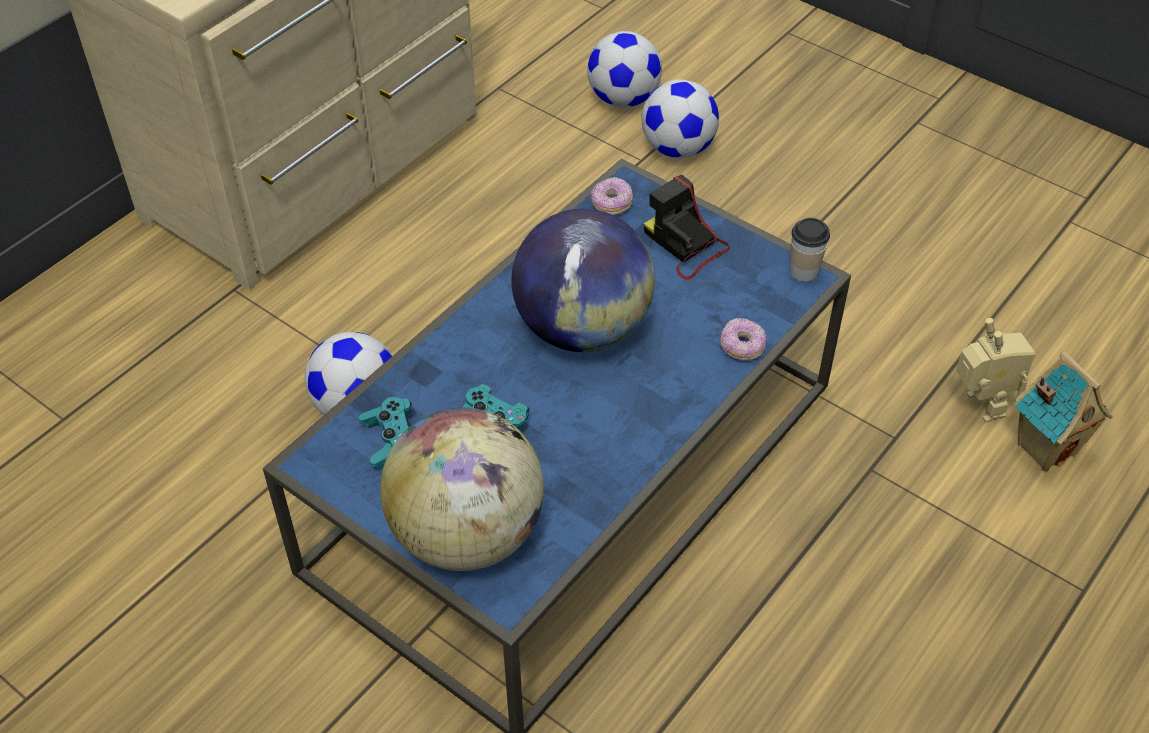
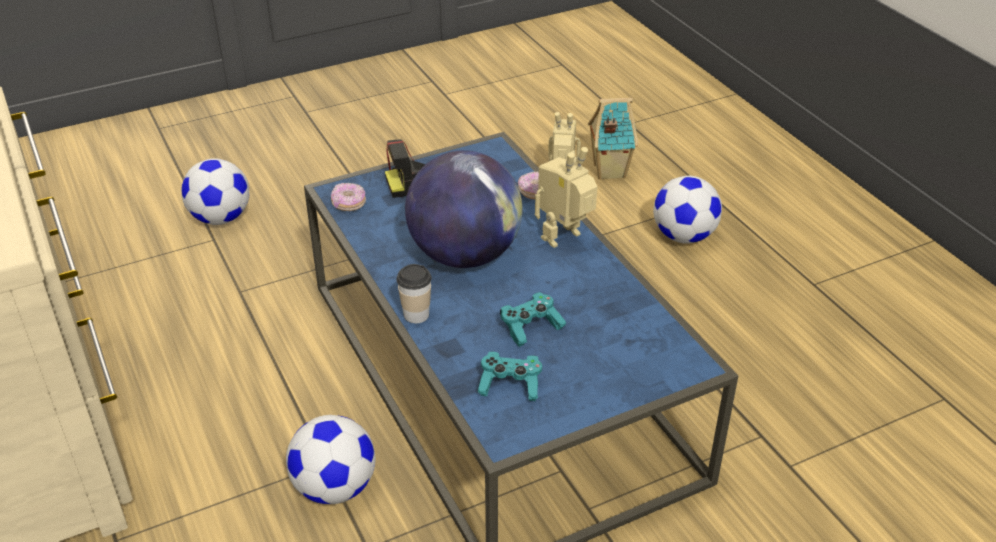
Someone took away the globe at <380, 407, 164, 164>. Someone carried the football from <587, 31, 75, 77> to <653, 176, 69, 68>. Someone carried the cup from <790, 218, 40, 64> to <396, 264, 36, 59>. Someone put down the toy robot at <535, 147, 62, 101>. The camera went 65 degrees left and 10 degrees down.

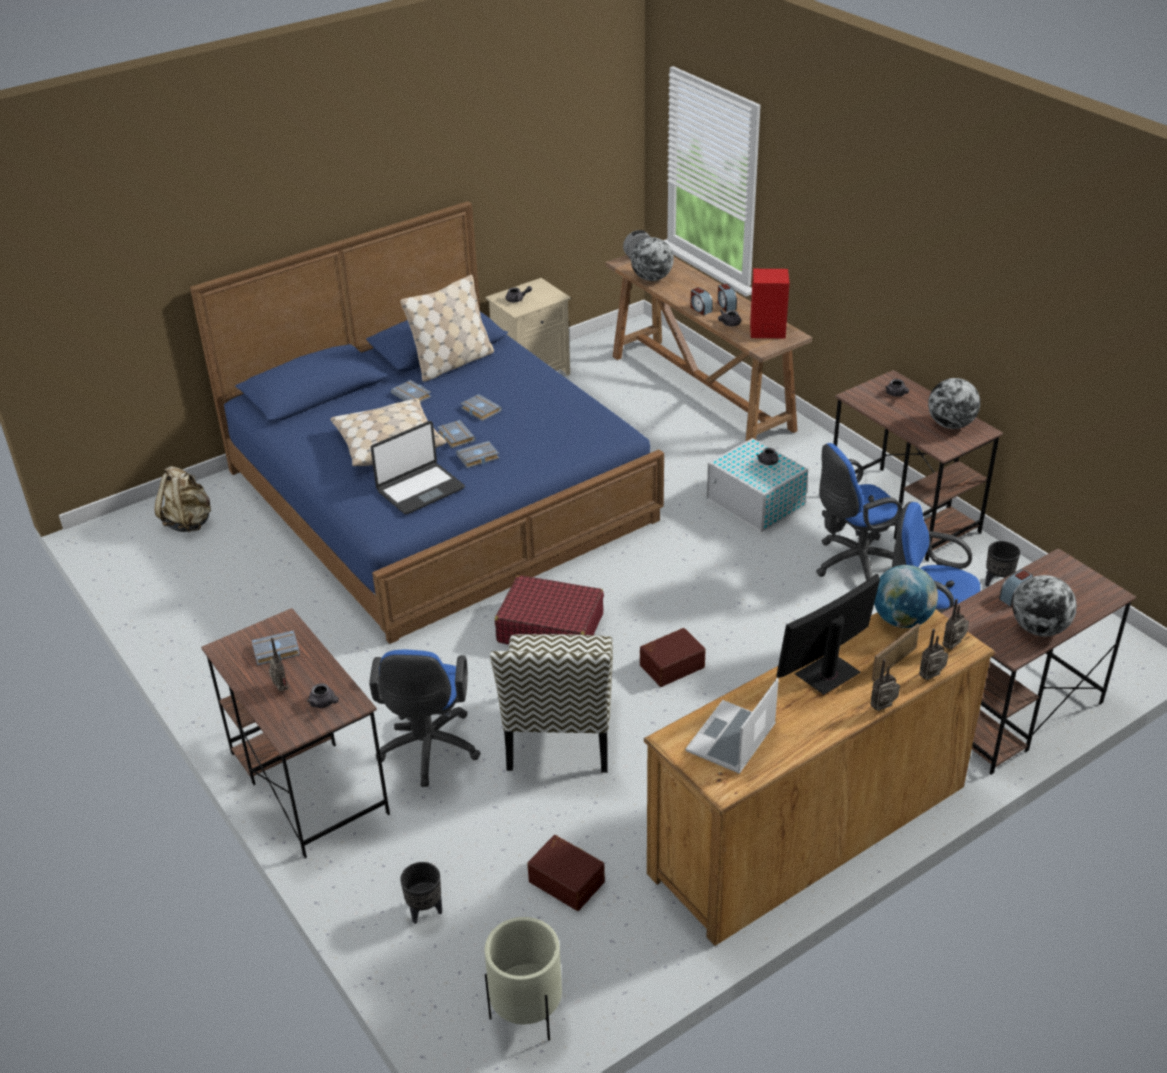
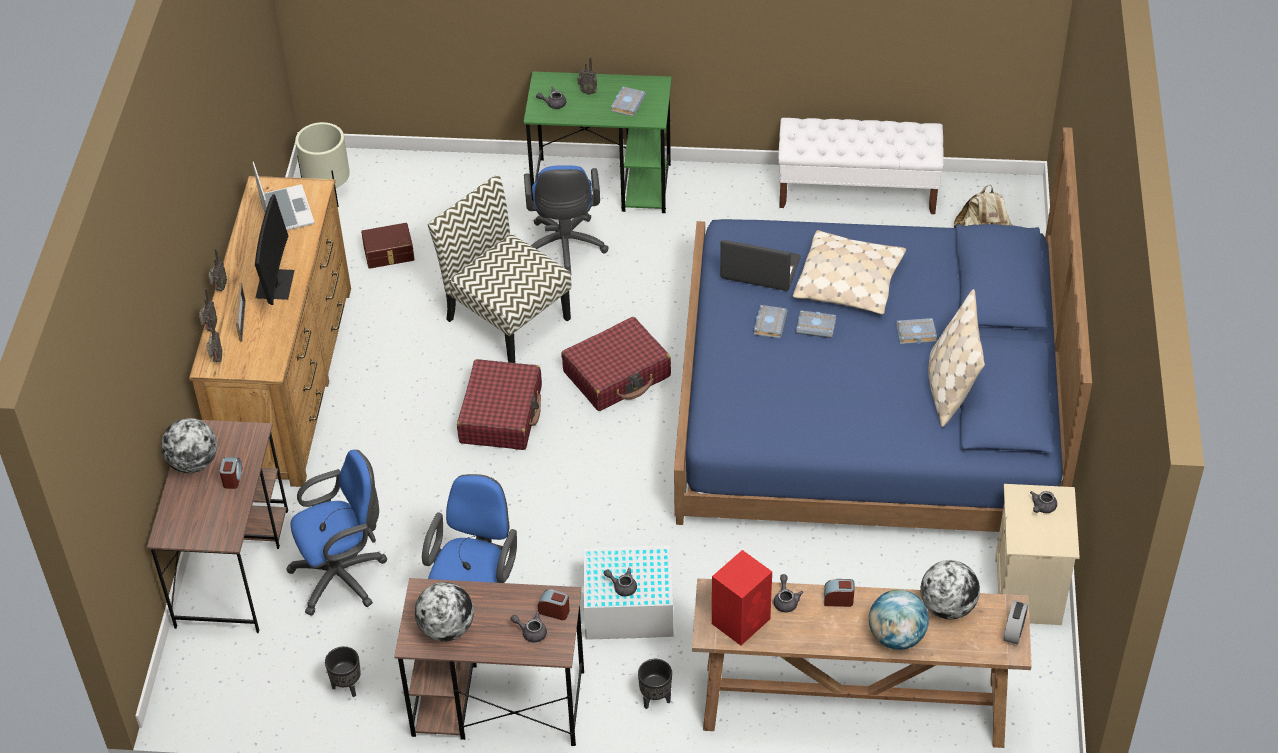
Someone repainted the brown desk at <201, 608, 189, 250>, which became the green desk at <523, 71, 149, 142>. Someone rotated the blue office chair at <369, 650, 112, 137> by 135 degrees counterclockwise. Someone rotated the laptop at <371, 421, 94, 93> by 105 degrees clockwise. Someone carried the black planter from <400, 862, 42, 62> to <638, 659, 34, 50>. Someone took away the grey book at <460, 394, 42, 27>. Someone swapped the brown storage box at <640, 628, 66, 59> for the red suitcase at <457, 359, 85, 91>. Someone carried the alarm clock from <718, 284, 19, 28> to <538, 589, 32, 31>. Someone carried the globe from <874, 565, 64, 63> to <869, 590, 60, 60>. Someone put down the white bench at <778, 118, 166, 96>. The camera went 130 degrees right and 10 degrees up.

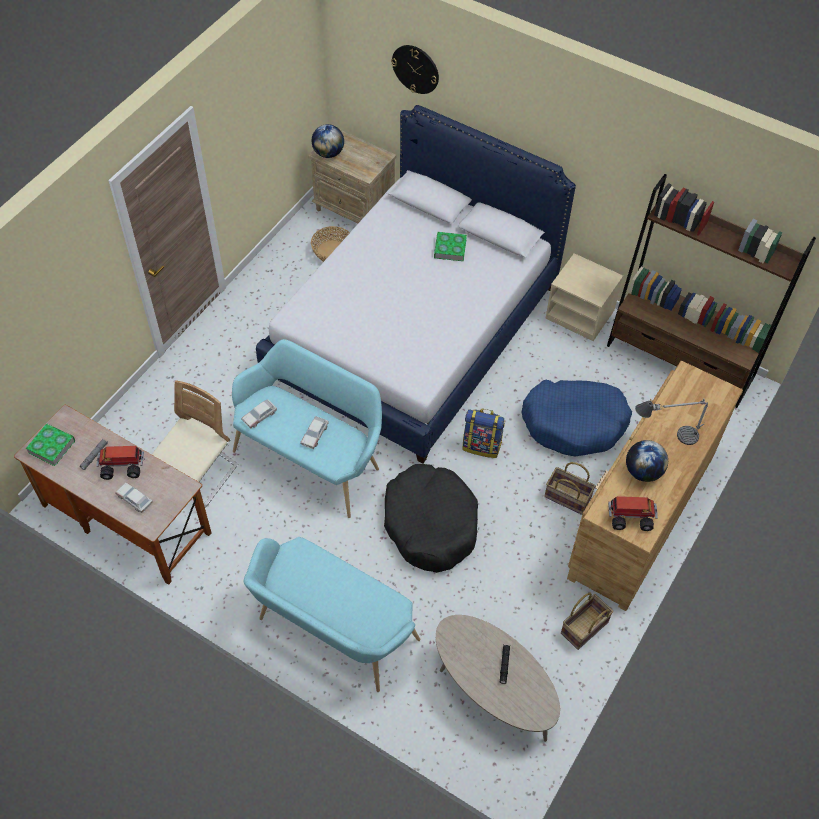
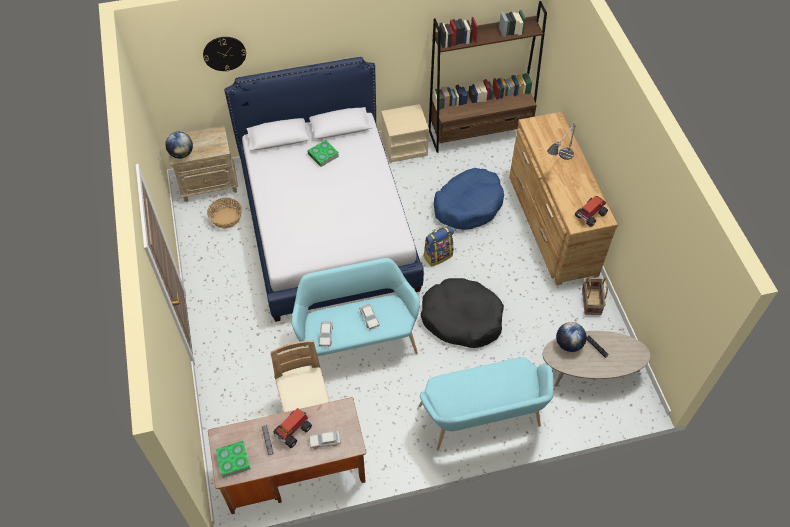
Someone took away the basket at <544, 462, 52, 53>. Someone carried the globe from <626, 440, 42, 42> to <556, 322, 31, 30>. The camera went 45 degrees left and 0 degrees up.

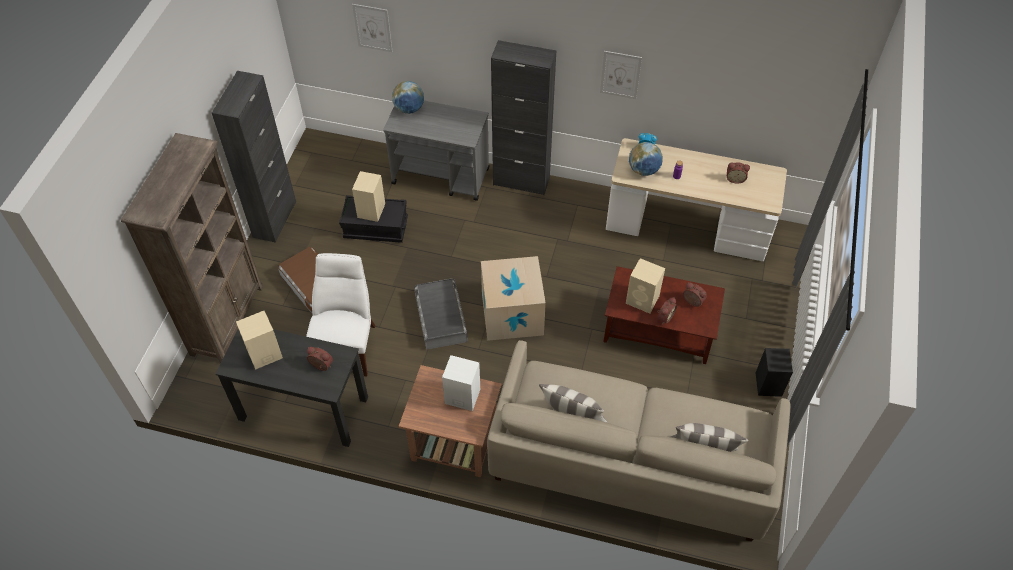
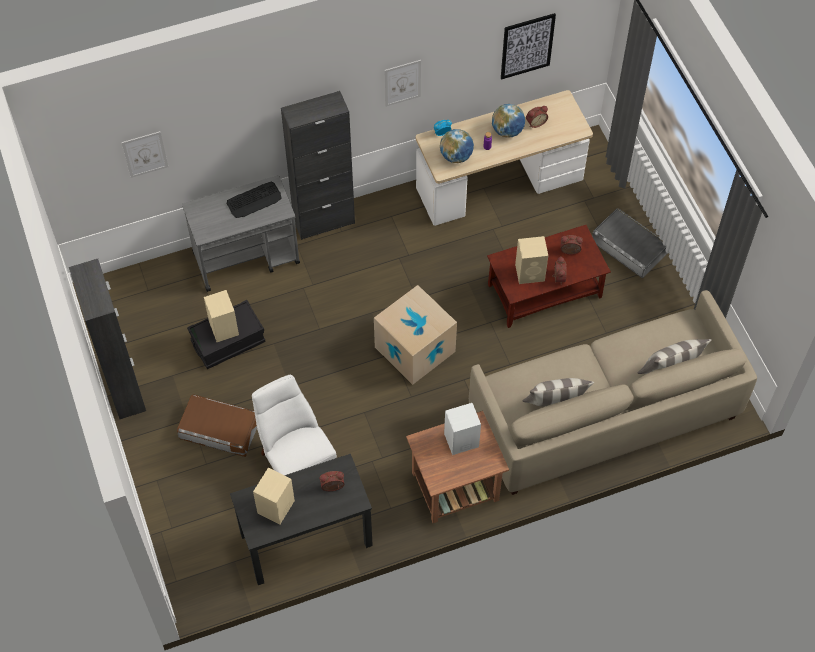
Someone took away the brown bookcase at <121, 133, 142, 230>. Someone carried the globe from <392, 81, 32, 33> to <492, 104, 33, 34>. Someone carried the grey storage box from <414, 278, 54, 71> to <592, 208, 75, 70>. Someone took away the black speaker at <756, 348, 37, 49>. Someone put down the keyboard at <227, 182, 55, 36>. Someone put up the picture at <501, 13, 55, 67>. The camera went 35 degrees left and 5 degrees up.

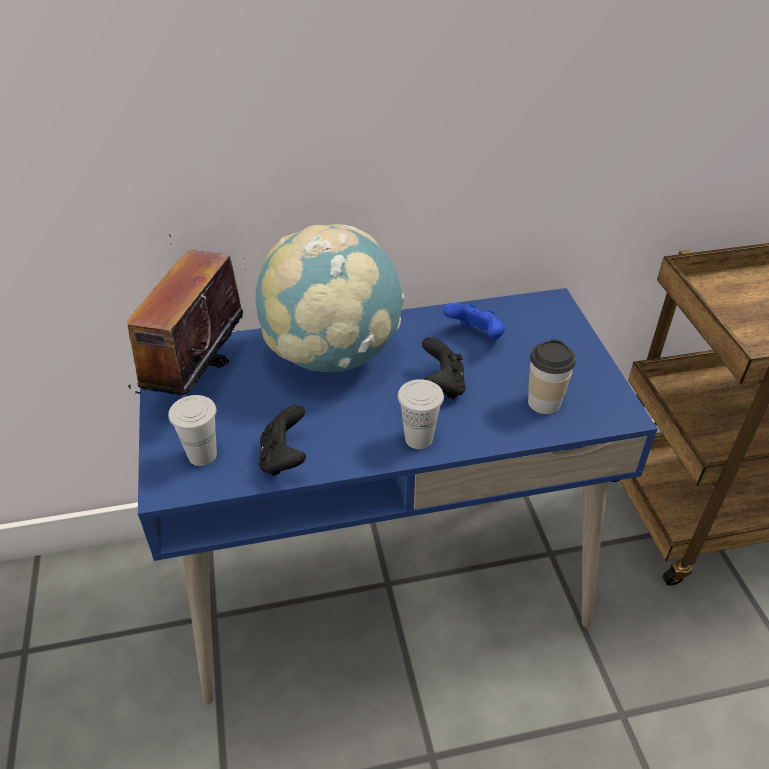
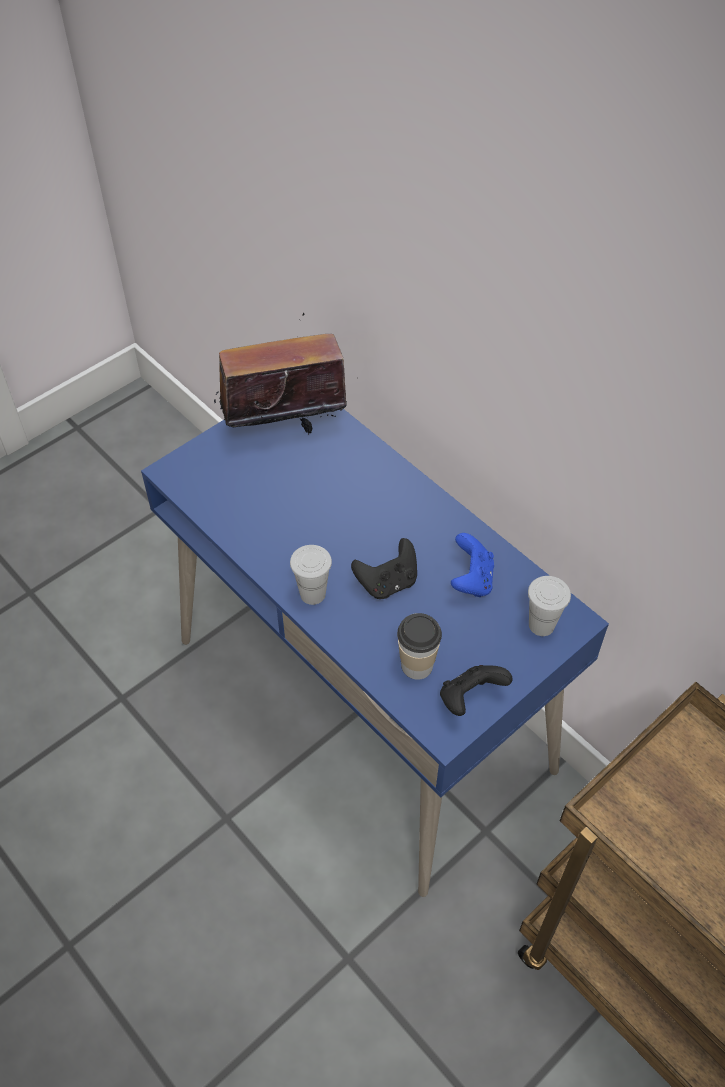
Someone carried the white cup from <168, 395, 49, 71> to <528, 576, 43, 60>. Someone took away the globe at <255, 224, 149, 149>. Someone carried the black game controller from <259, 405, 47, 71> to <440, 665, 73, 51>. The camera went 60 degrees right and 10 degrees up.

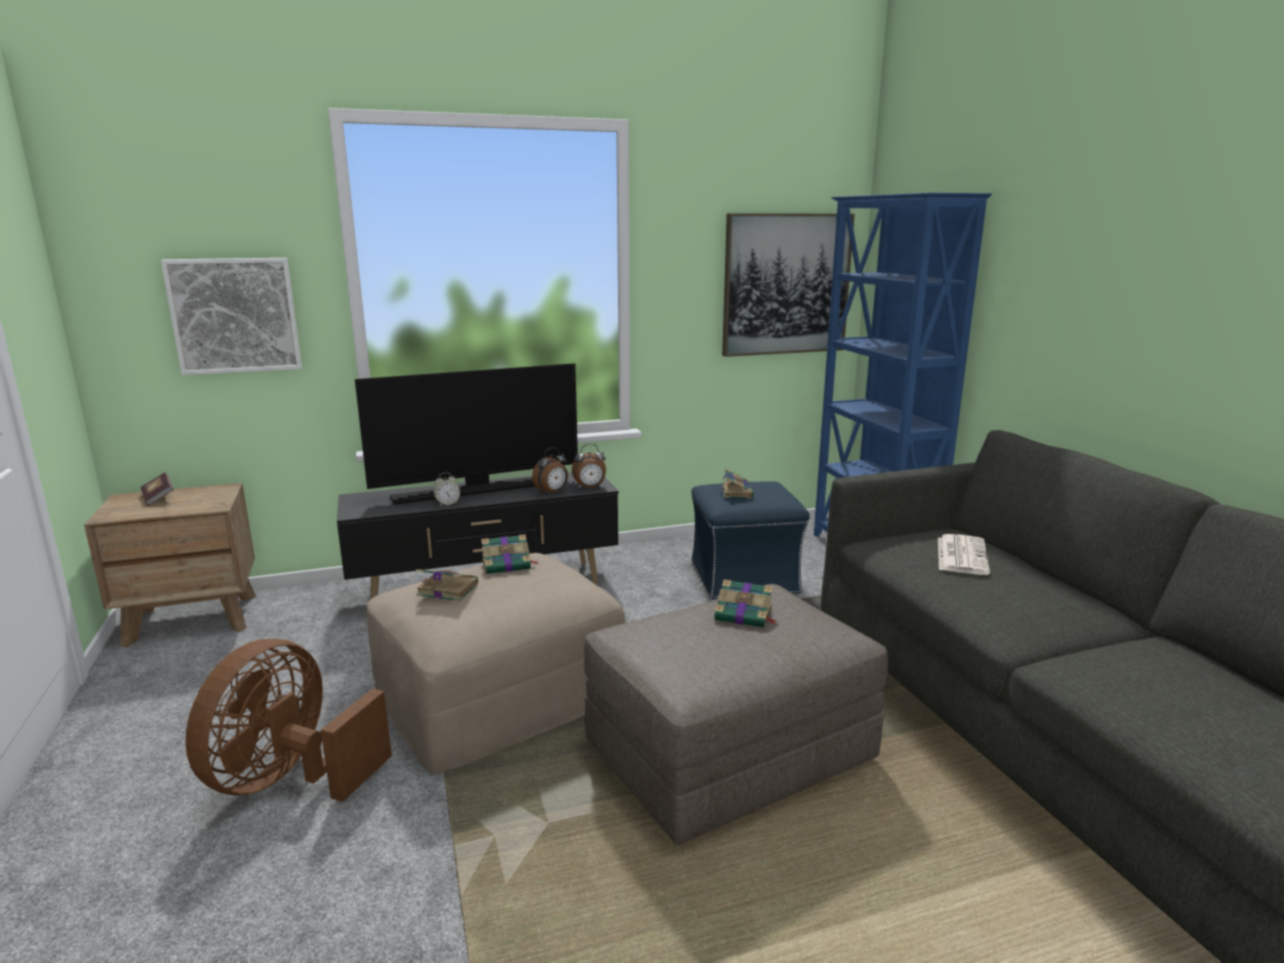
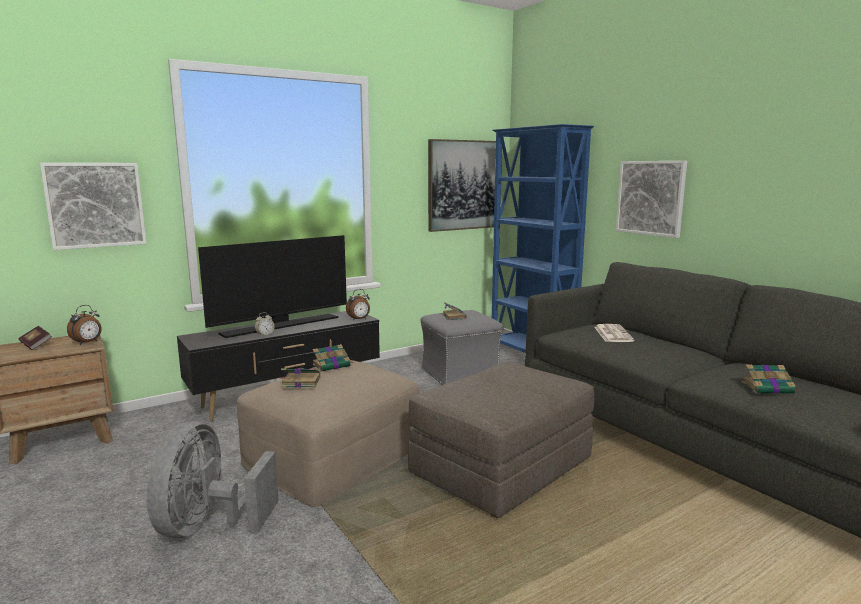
Someone repainted the brown fan at <185, 639, 207, 163>, which became the grey fan at <147, 421, 132, 117>. Someone carried the alarm clock from <532, 448, 36, 47> to <67, 305, 35, 40>. Someone repainted the blue ottoman at <691, 481, 119, 119>, which became the grey ottoman at <421, 310, 83, 75>. Someone carried the book from <715, 579, 61, 49> to <742, 364, 58, 30>. Someone put up the picture at <616, 161, 71, 77>. The camera went 15 degrees left and 5 degrees down.

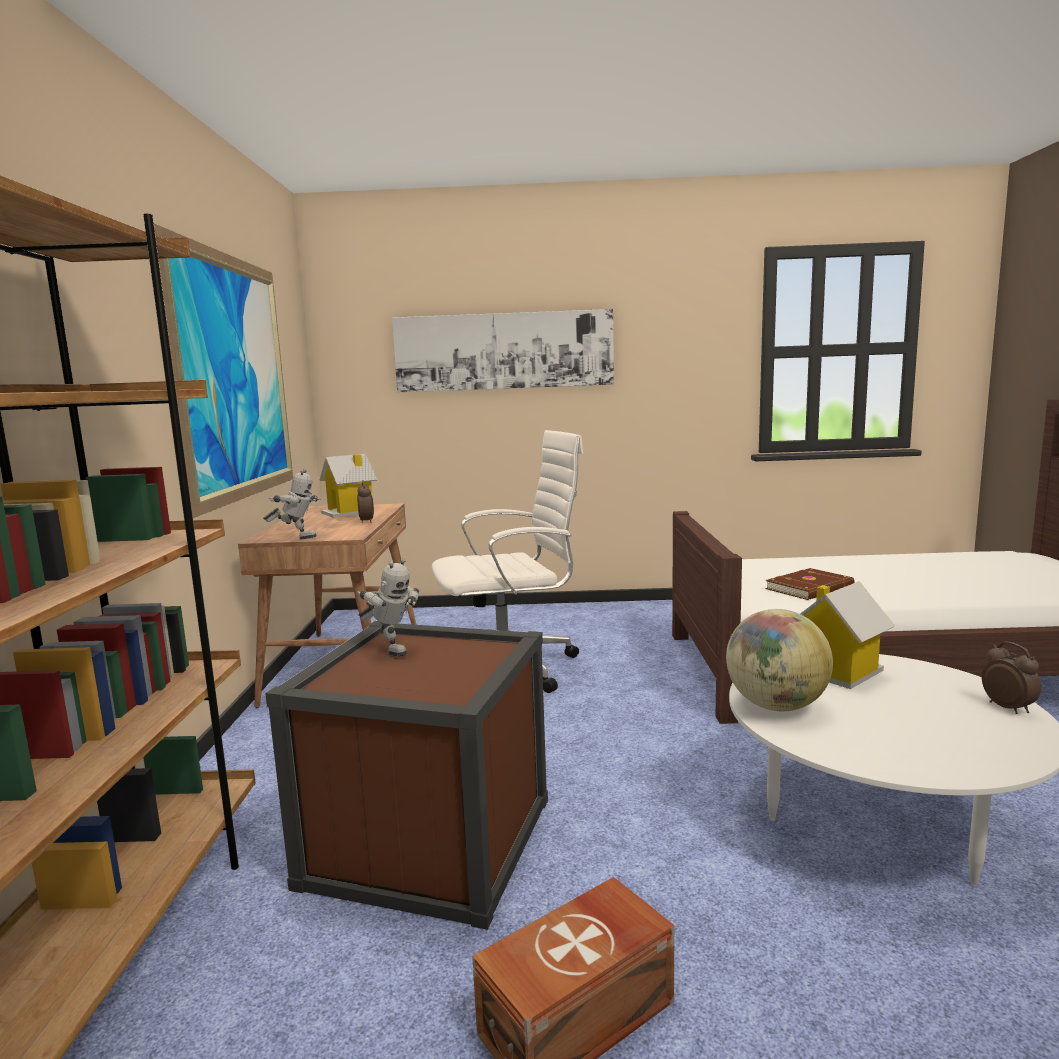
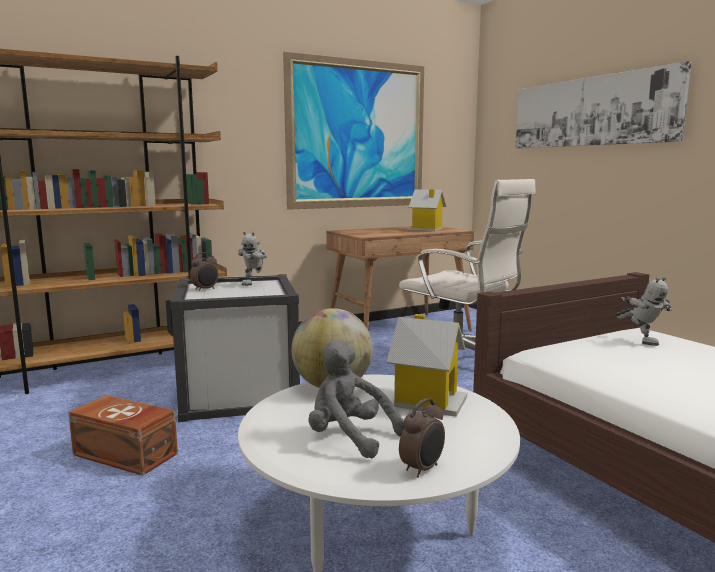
Someone carried the toy robot from <263, 469, 57, 70> to <615, 276, 57, 70>. Someone repainted the brown storage box at <265, 621, 283, 309>, which became the white storage box at <170, 274, 130, 148>. Someone carried the alarm clock from <357, 480, 17, 43> to <190, 252, 29, 39>. Someone took away the brown book at <765, 568, 90, 32>. Someone put down the grey plush toy at <308, 340, 96, 118>. The camera went 60 degrees right and 0 degrees up.

